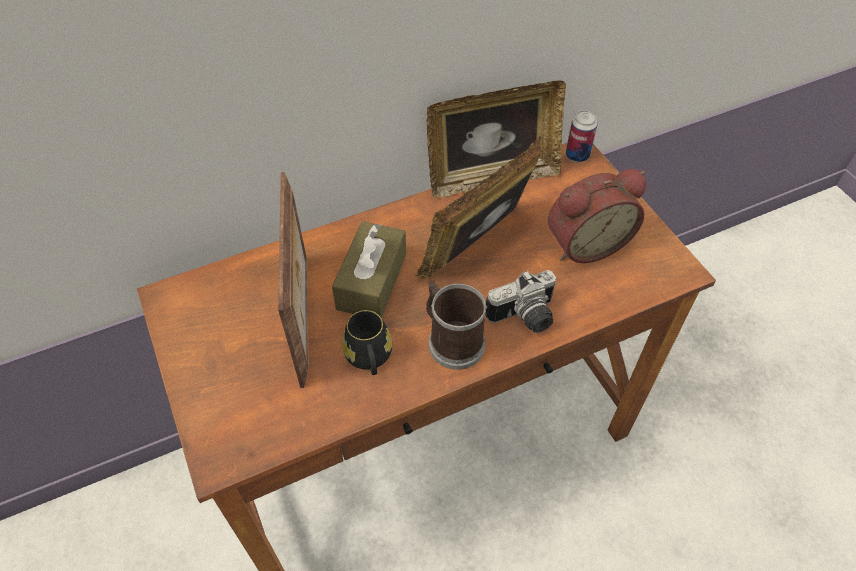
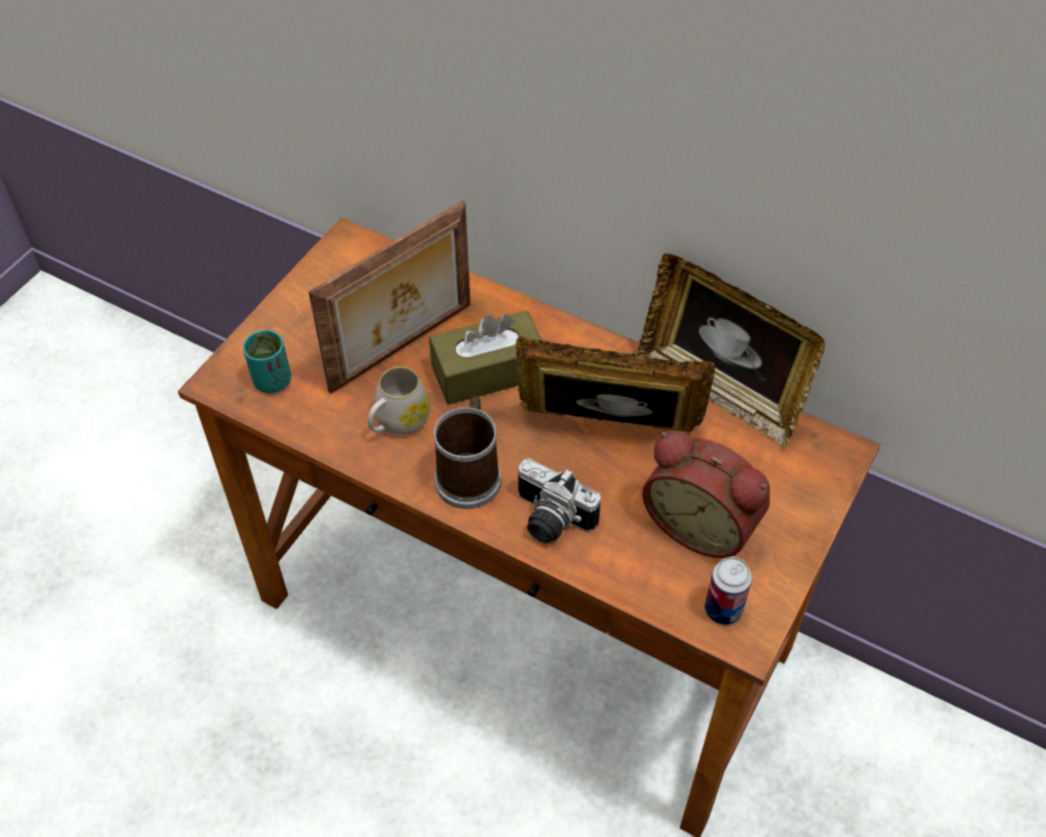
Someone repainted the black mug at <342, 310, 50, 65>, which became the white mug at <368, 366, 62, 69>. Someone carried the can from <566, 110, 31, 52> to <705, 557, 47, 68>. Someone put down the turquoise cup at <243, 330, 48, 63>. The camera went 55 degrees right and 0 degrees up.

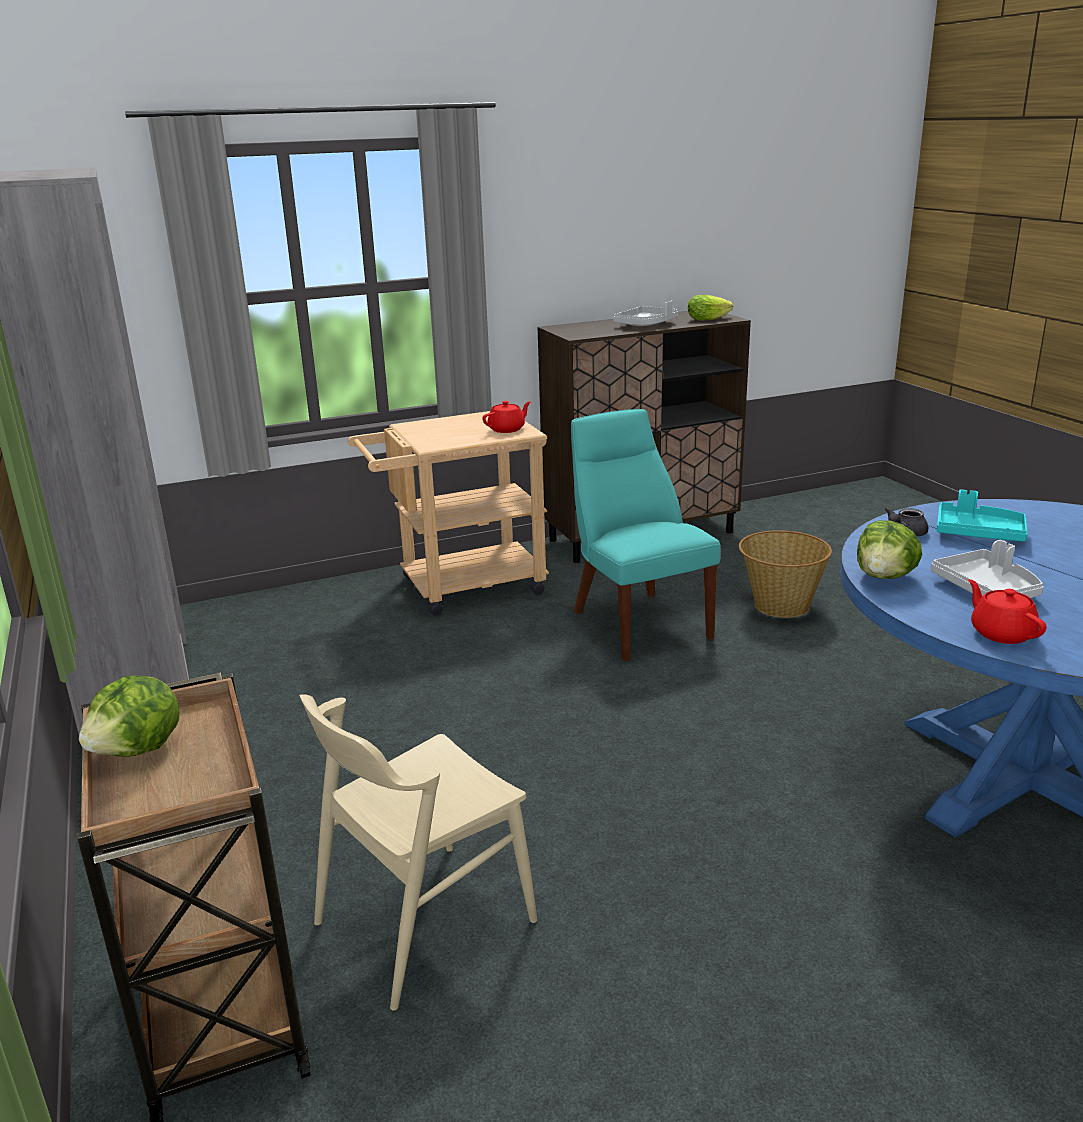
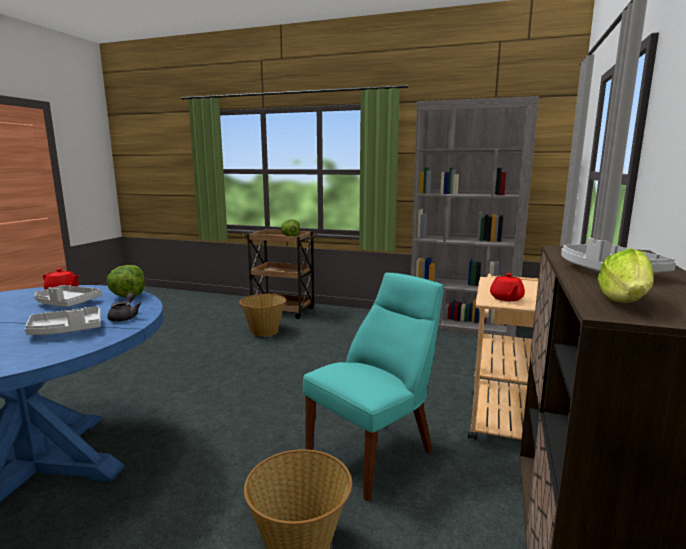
Someone swapped the beige chair at <299, 694, 238, 316> for the basket at <240, 294, 46, 42>. Someone rotated the turquoise chair at <571, 409, 150, 252> by 60 degrees counterclockwise. Someone repainted the turquoise tray at <937, 490, 90, 52>, which became the grey tray at <25, 306, 76, 29>. The camera went 130 degrees right and 10 degrees down.

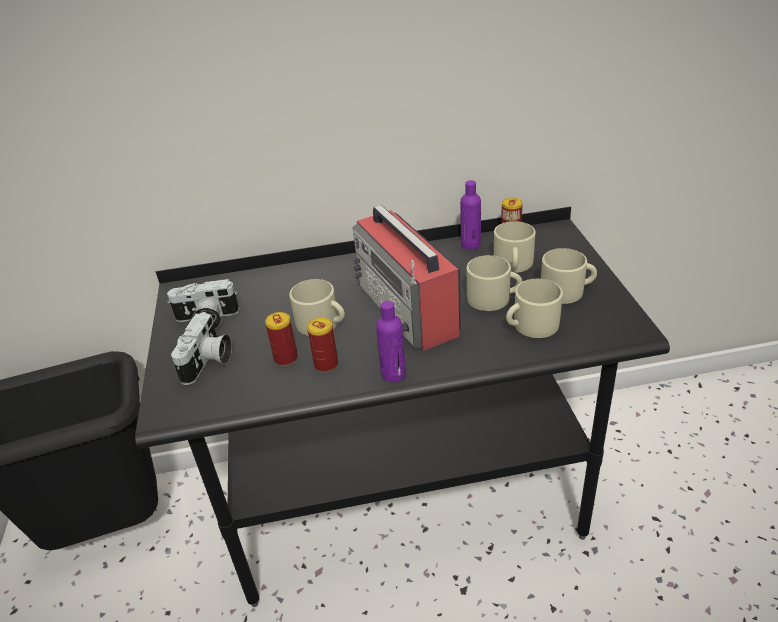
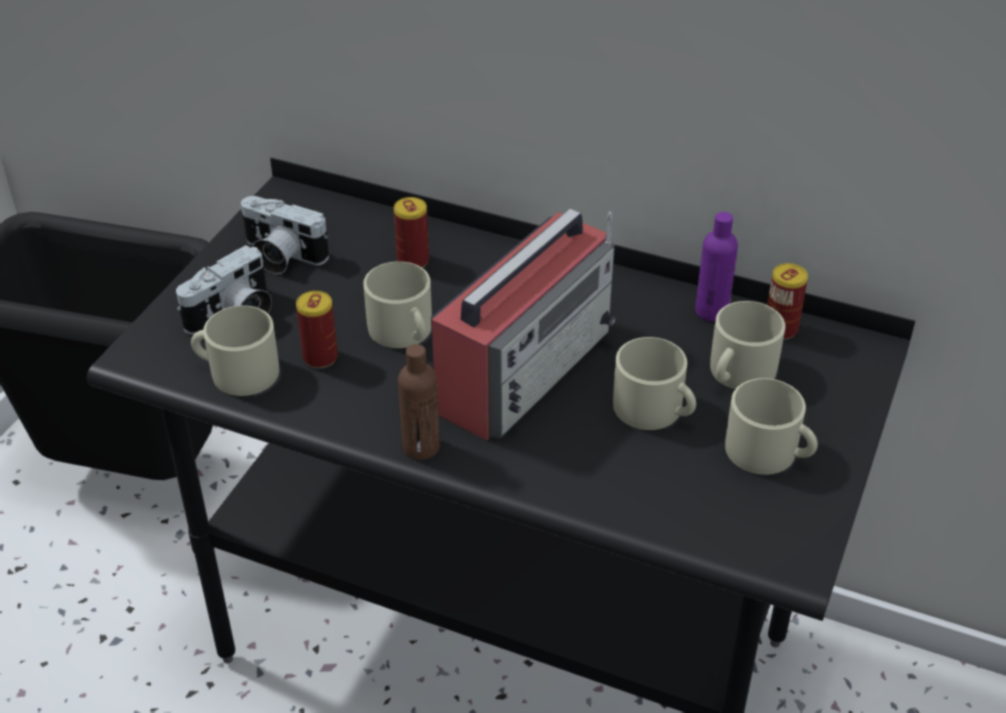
Someone carried the can from <307, 317, 31, 55> to <394, 197, 35, 71>. Someone rotated the radio at <353, 205, 108, 146> by 150 degrees counterclockwise. Someone repainted the purple bottle at <376, 301, 30, 81>, which became the brown bottle at <398, 344, 42, 116>. Someone carried the beige mug from <506, 279, 57, 59> to <191, 306, 88, 90>. The camera went 30 degrees right and 5 degrees up.

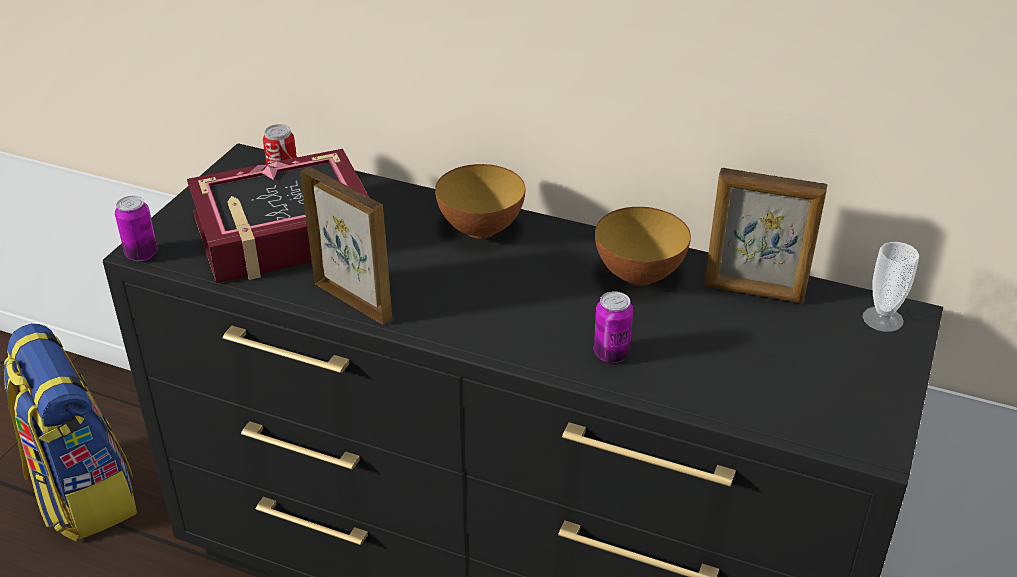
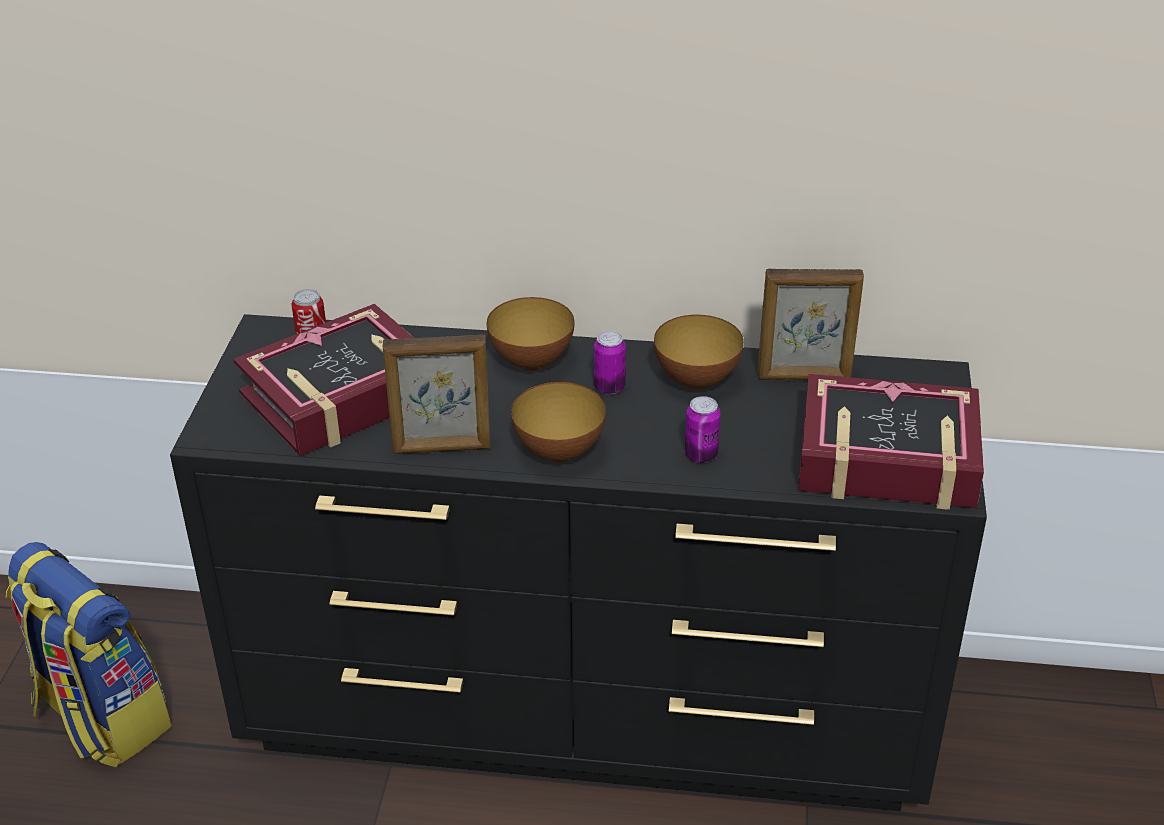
Someone carried the can from <115, 196, 43, 65> to <594, 331, 32, 63>. Someone rotated the picture frame at <300, 167, 92, 158> by 150 degrees clockwise. Someone took away the cup at <863, 242, 56, 90>. Someone put down the bowl at <511, 382, 95, 80>. Someone put down the book at <799, 374, 185, 136>. The camera went 15 degrees left and 0 degrees up.

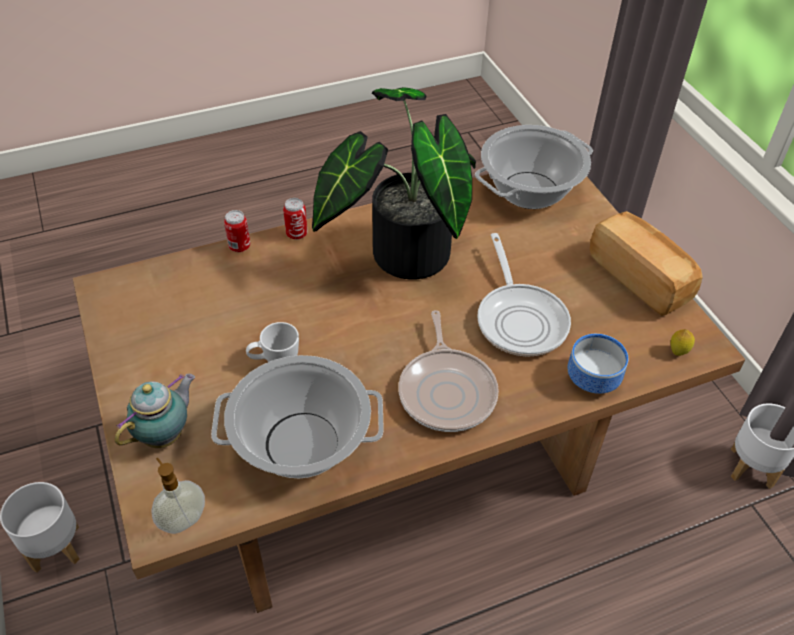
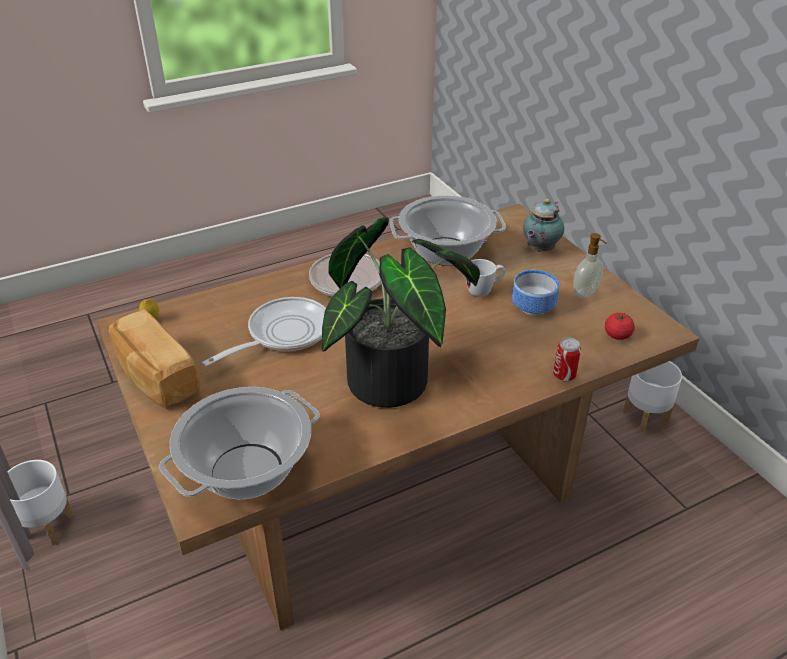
Someone carried the soap dispenser from <151, 458, 54, 76> to <573, 233, 34, 65>. Someone took away the can at <283, 198, 25, 42>. Someone rotated the frying pan at <477, 233, 94, 124> by 60 degrees clockwise. Someone carried the bowl from <568, 334, 60, 60> to <512, 270, 47, 46>. Someone put down the tomato at <605, 312, 30, 28>. The camera went 175 degrees right and 10 degrees down.

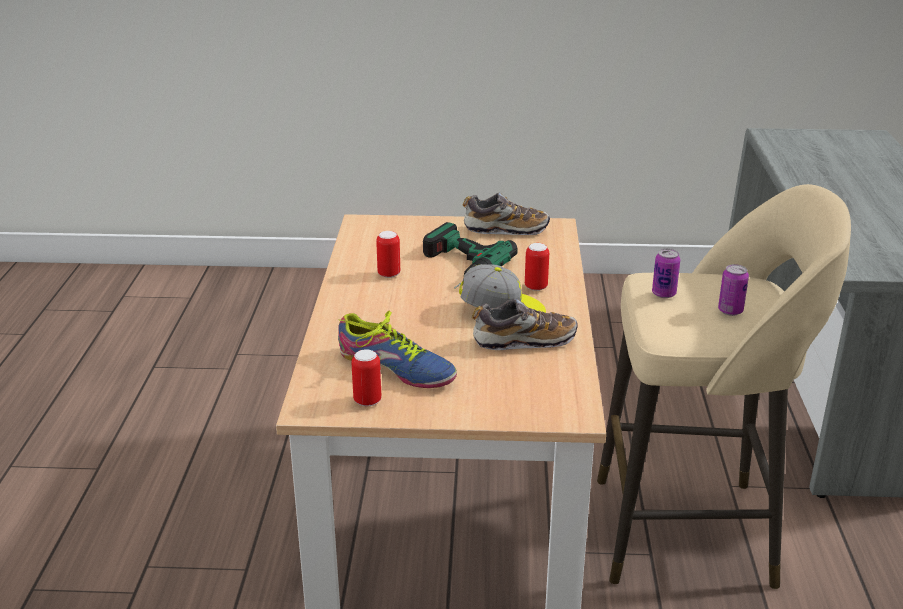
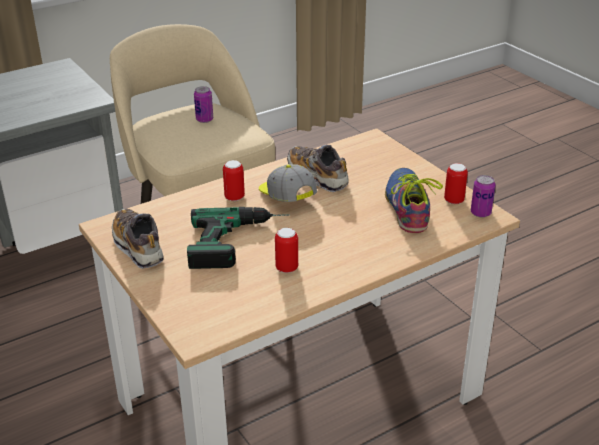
Someone carried the can from <652, 249, 28, 49> to <471, 175, 25, 43>. The camera went 125 degrees left and 5 degrees up.

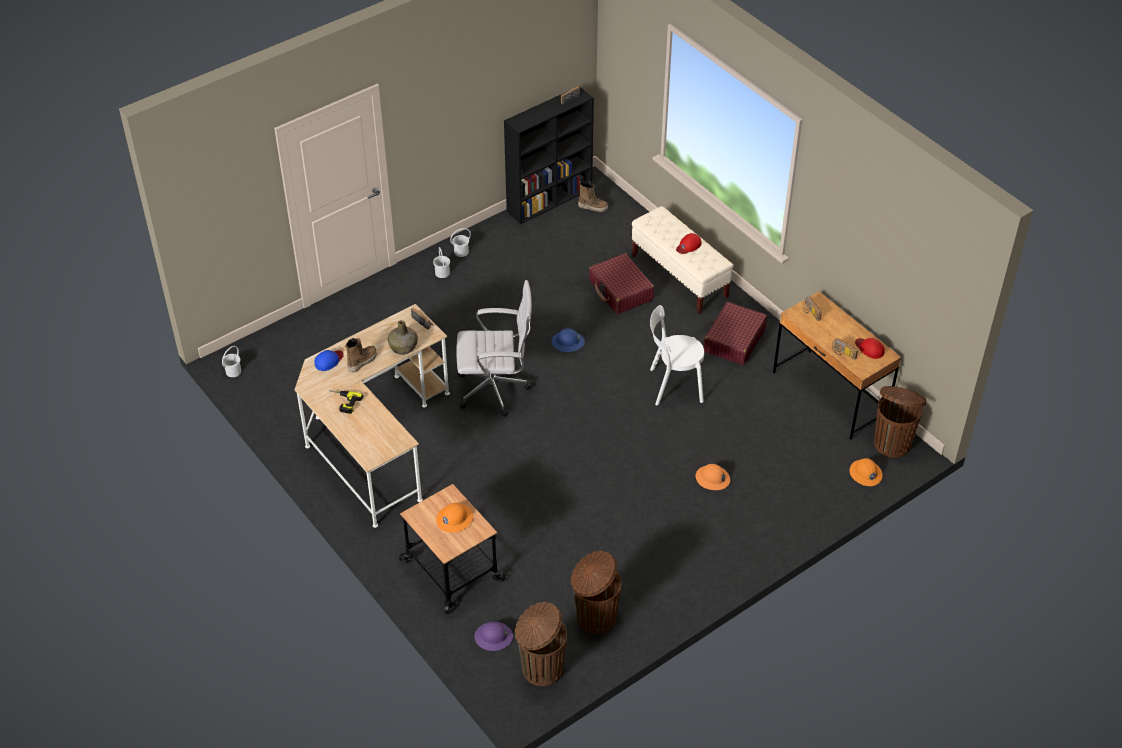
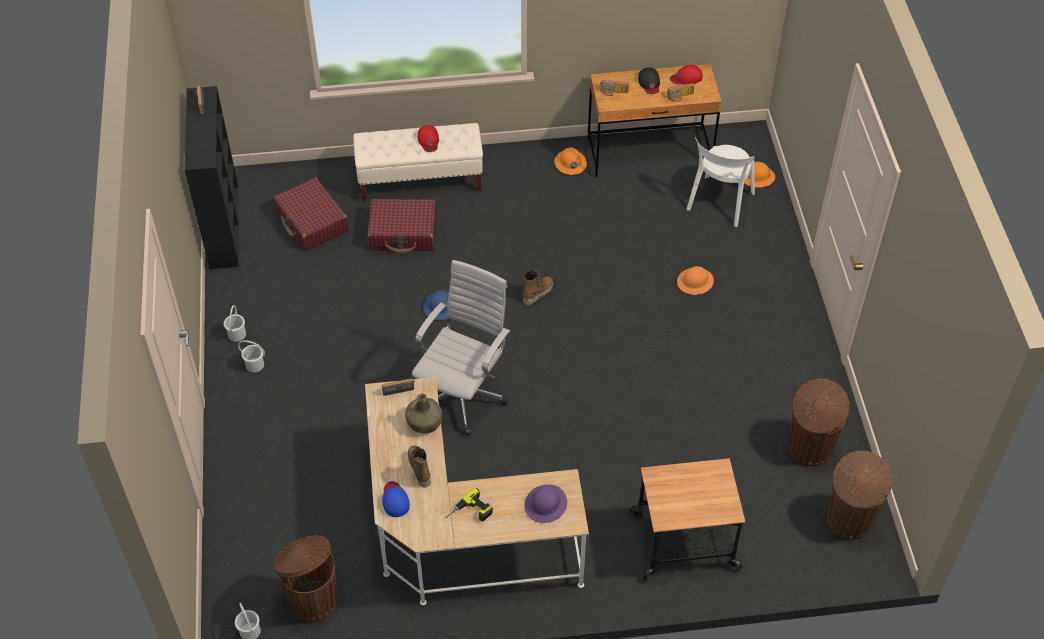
Someone carried the orange hard hat from <436, 503, 37, 30> to <555, 147, 32, 28>. Someone carried the purple hard hat from <474, 622, 39, 29> to <524, 485, 43, 38>. Someone carried the boot from <578, 181, 30, 31> to <523, 270, 30, 35>. Someone carried the white chair from <650, 305, 54, 101> to <686, 137, 69, 90>. Someone carried the red suitcase from <703, 302, 64, 63> to <273, 178, 76, 73>. Someone carried the brown trash can from <874, 386, 53, 72> to <273, 535, 64, 87>. Someone put down the black cap at <638, 67, 22, 27>. The camera went 60 degrees left and 5 degrees up.

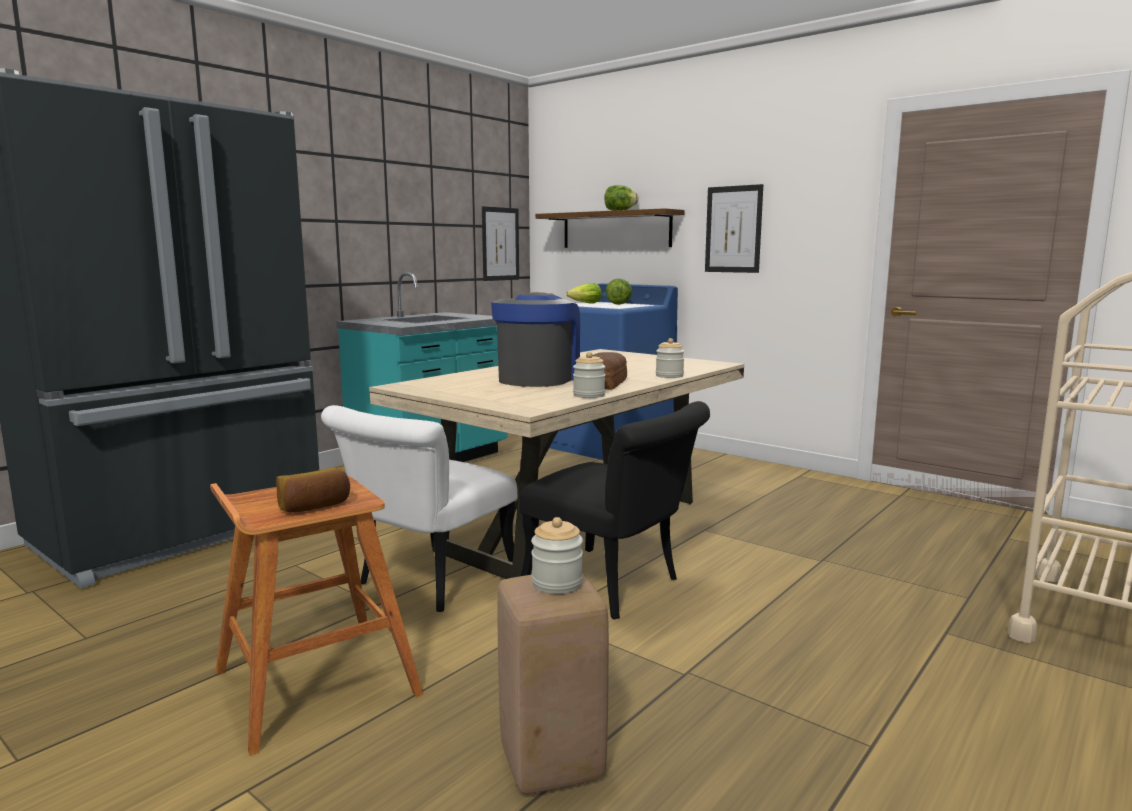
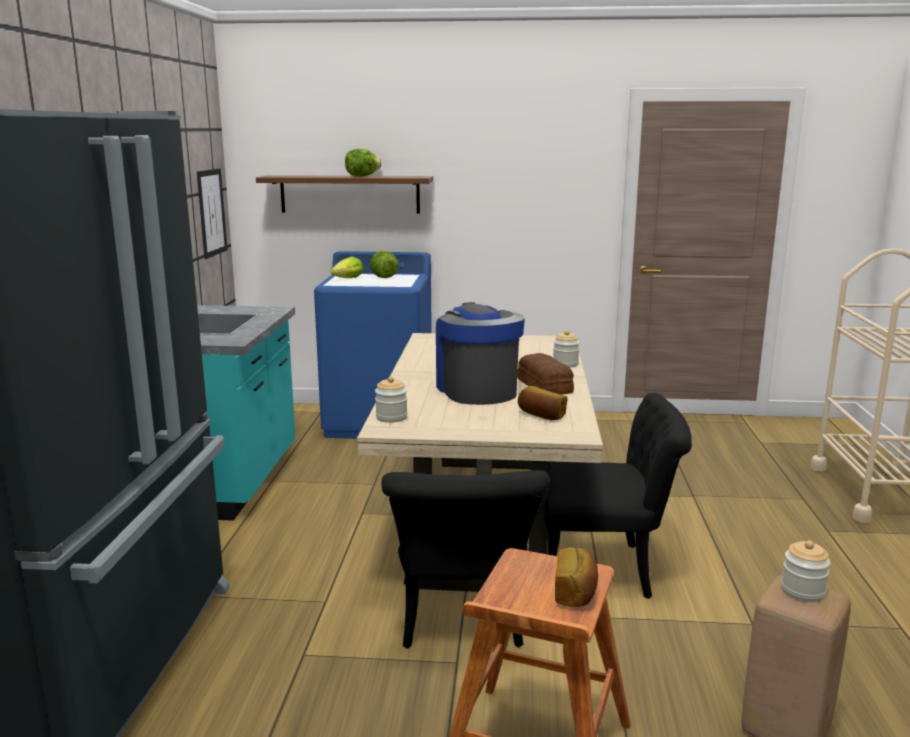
Someone repainted the white chair at <321, 405, 196, 207>, which became the black chair at <382, 470, 167, 179>. Someone carried the jar from <573, 352, 33, 46> to <375, 376, 33, 47>. Someone took away the picture at <705, 184, 58, 89>. Someone put down the bread at <518, 386, 50, 34>. The camera went 35 degrees left and 5 degrees up.

